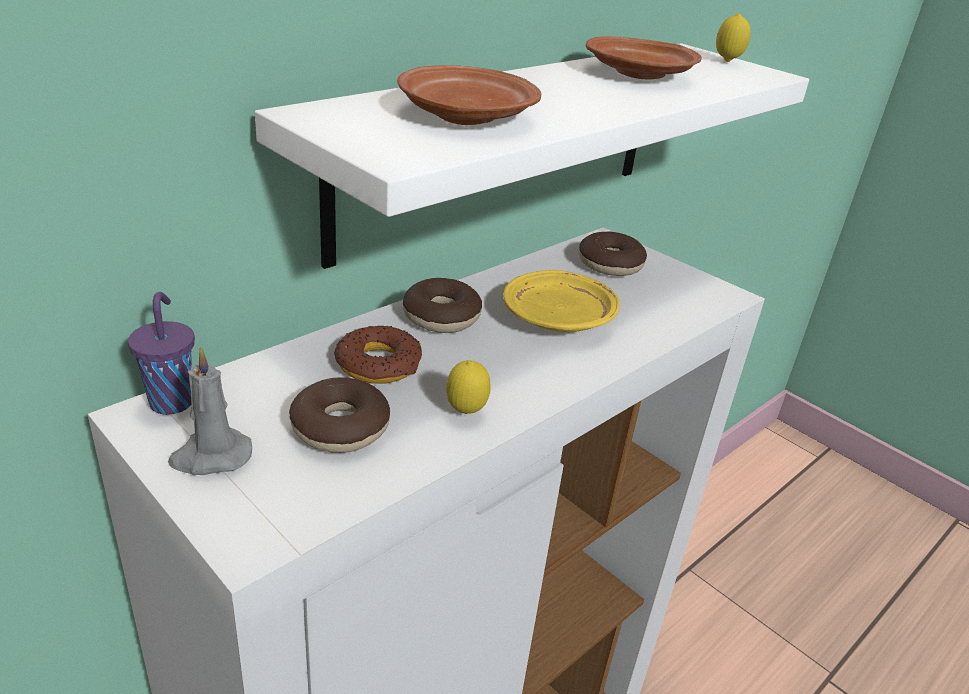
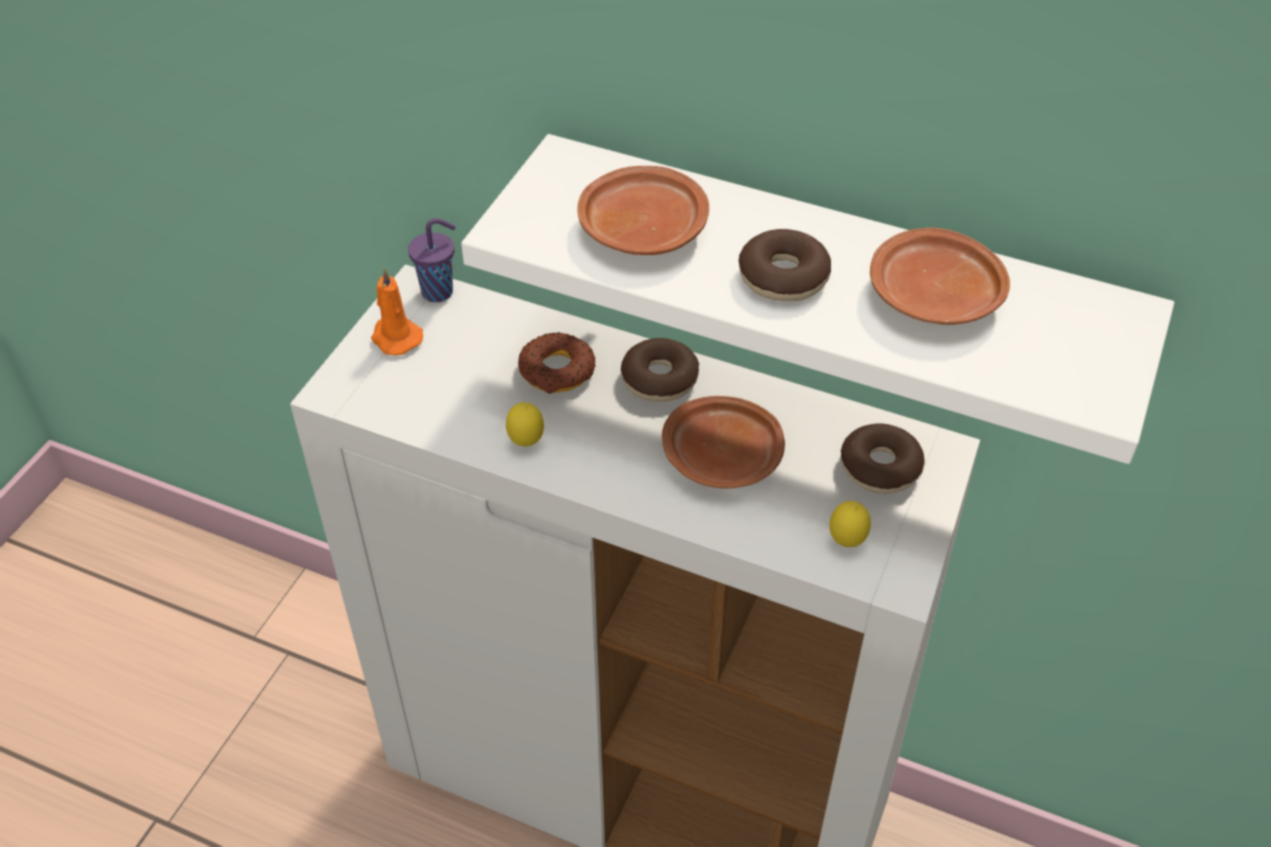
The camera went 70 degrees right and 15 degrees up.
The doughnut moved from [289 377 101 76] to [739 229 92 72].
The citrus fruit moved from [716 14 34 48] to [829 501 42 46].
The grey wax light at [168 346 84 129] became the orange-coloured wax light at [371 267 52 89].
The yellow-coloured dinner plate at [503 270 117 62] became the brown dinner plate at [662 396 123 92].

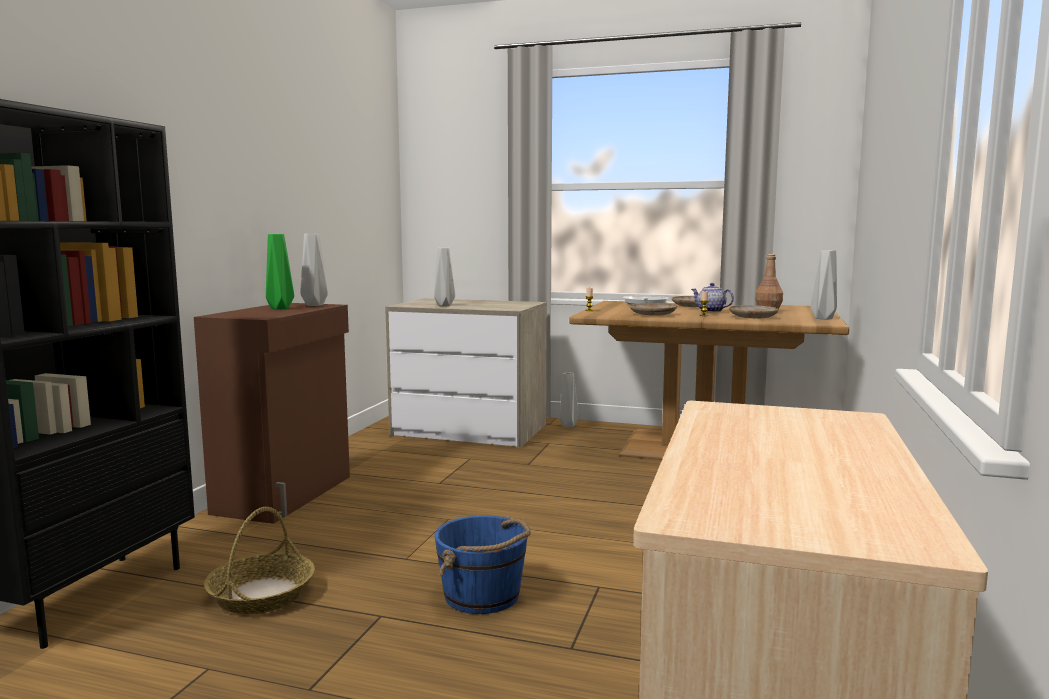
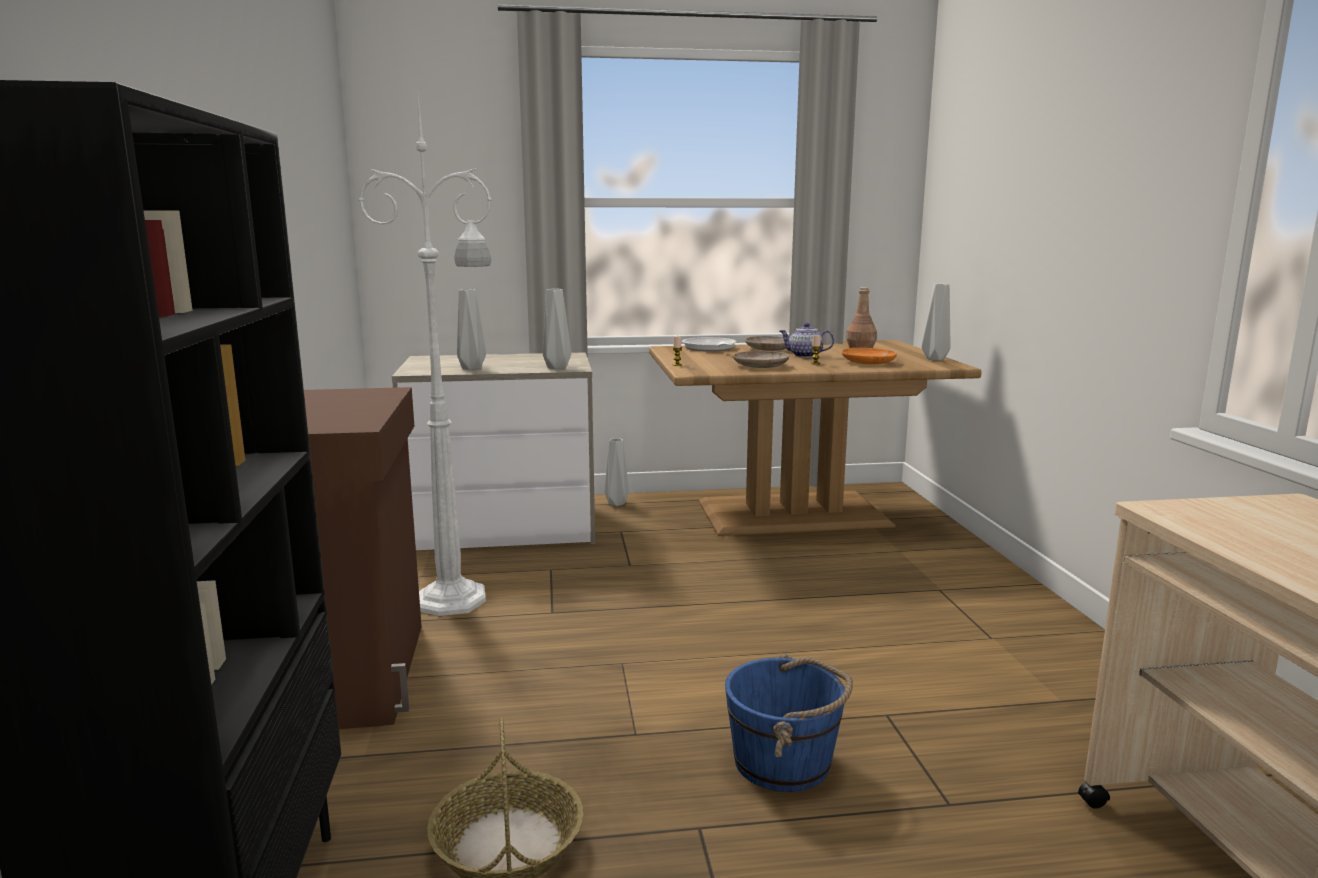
The camera went 25 degrees left and 5 degrees up.
The greenish decorative vase at [266 234 28 76] disappeared.
The whitish standing lamp at [358 85 134 531] appeared.
The grey decorative vase moved from [300 234 28 72] to [543 289 28 80].
The sand-coloured dinner plate at [729 305 49 14] became the orange-coloured dinner plate at [842 348 55 16].

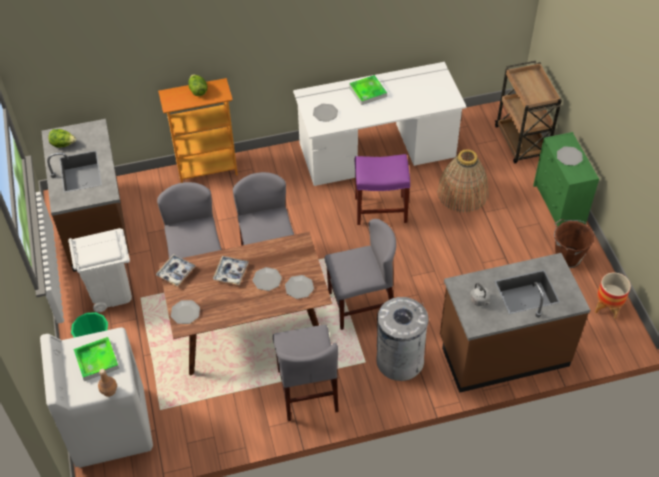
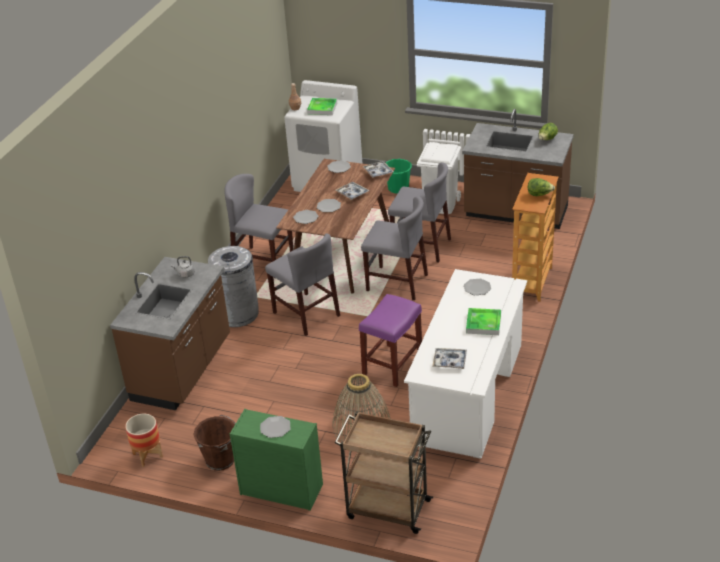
The camera went 125 degrees right and 15 degrees down.
The serving tray at [432 348 35 21] appeared.
The grey upright chair at [325 219 71 111] turned 60 degrees counterclockwise.

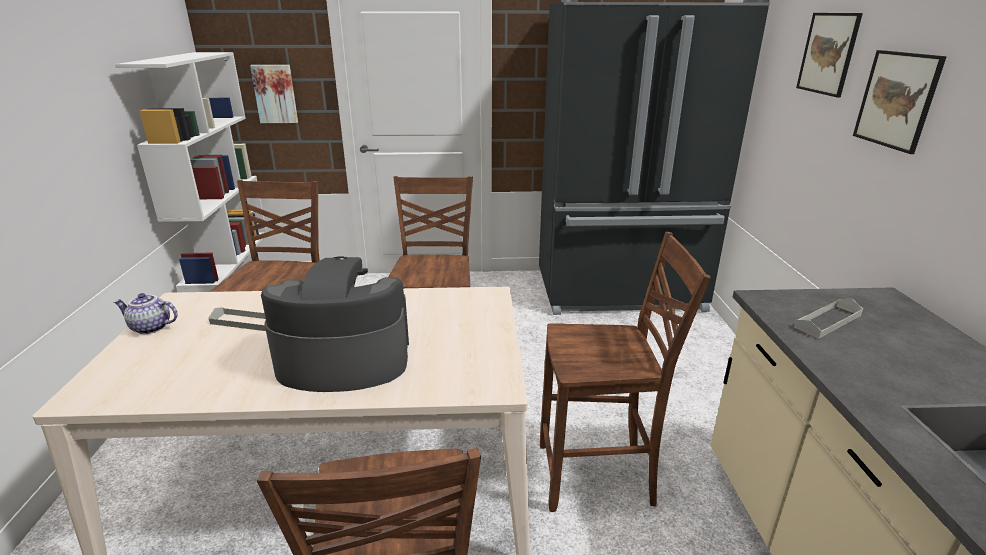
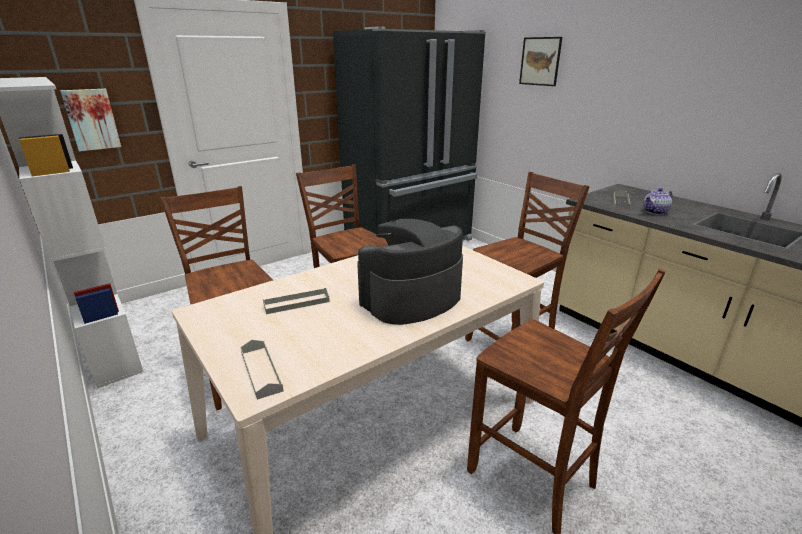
The camera went 35 degrees left and 0 degrees up.
The wall picture at [853 50 94 104] disappeared.
The grey serving tray at [240 340 44 60] appeared.
The tea pot moved from [114 293 64 41] to [643 188 29 27].

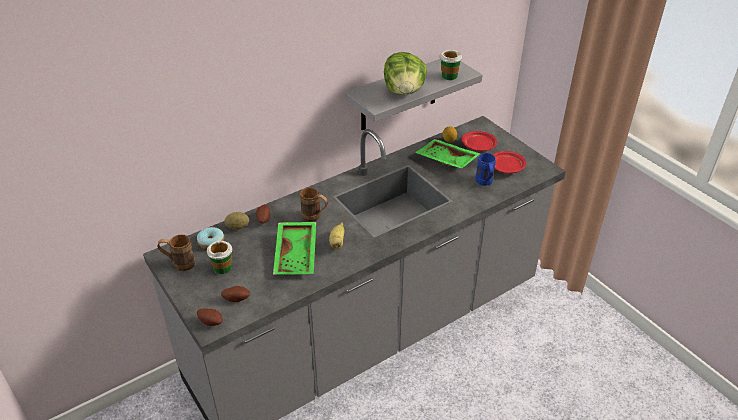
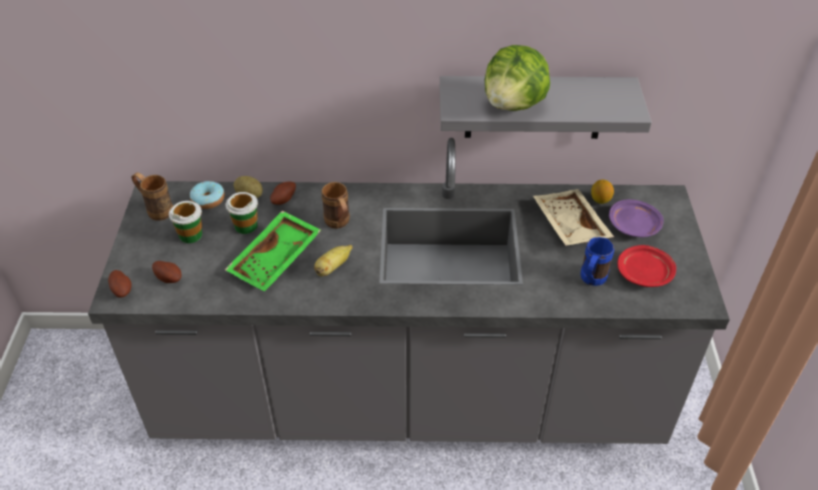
The camera went 35 degrees right and 5 degrees up.
The cup moved from [440 50 22 30] to [225 192 33 42].
The greenish serving tray at [415 139 65 30] became the sand-coloured serving tray at [533 189 81 57].
The reddish dinner plate at [462 131 35 20] became the purple dinner plate at [609 199 55 38].

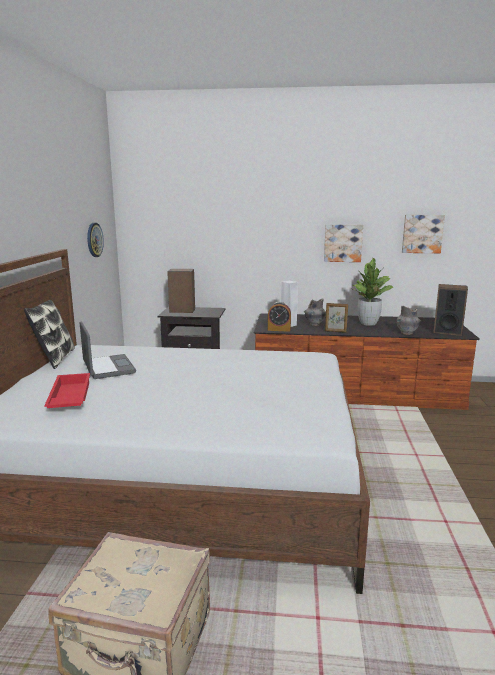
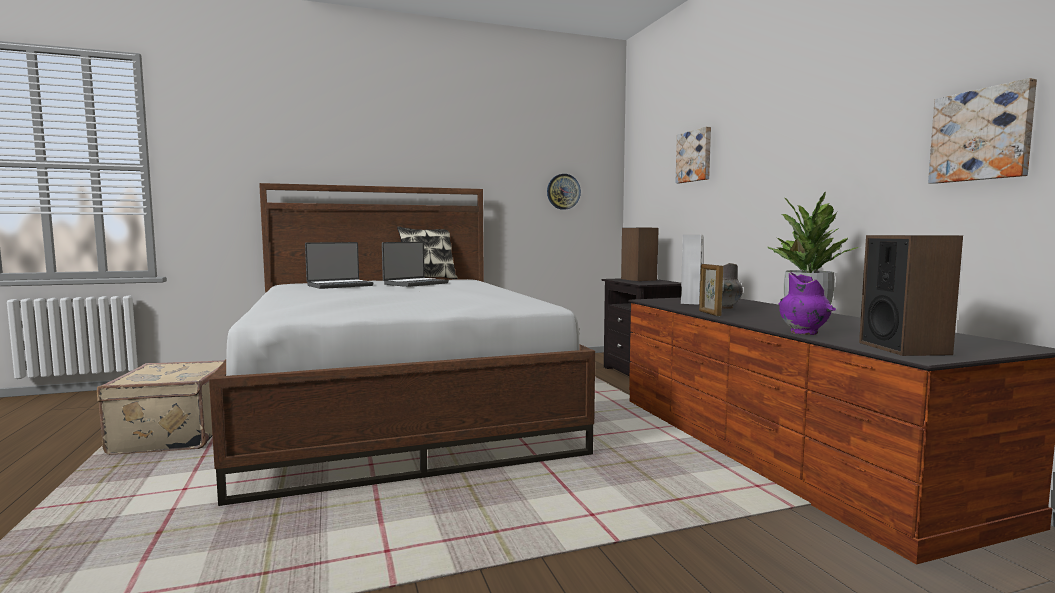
The camera went 65 degrees right and 10 degrees down.
The bedside clock at [268 302 23 30] disappeared.
The wall picture moved from [324 224 39 38] to [675 127 36 56].
The reddish serving tray at [44 373 46 35] was replaced by the laptop at [305 242 68 47].
The grey decorative vase at [396 306 24 29] became the purple decorative vase at [779 272 57 63].

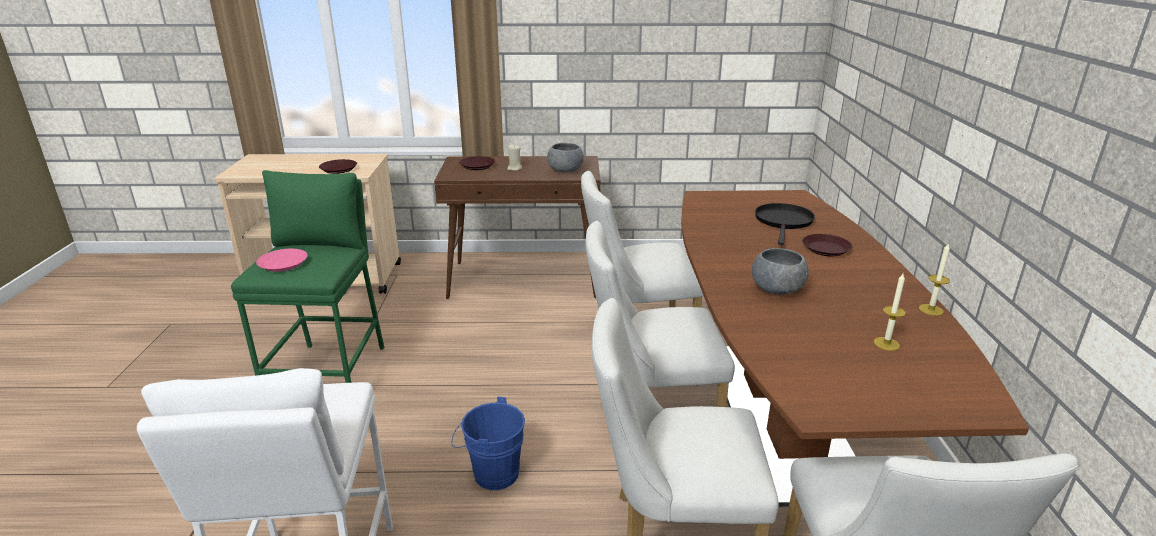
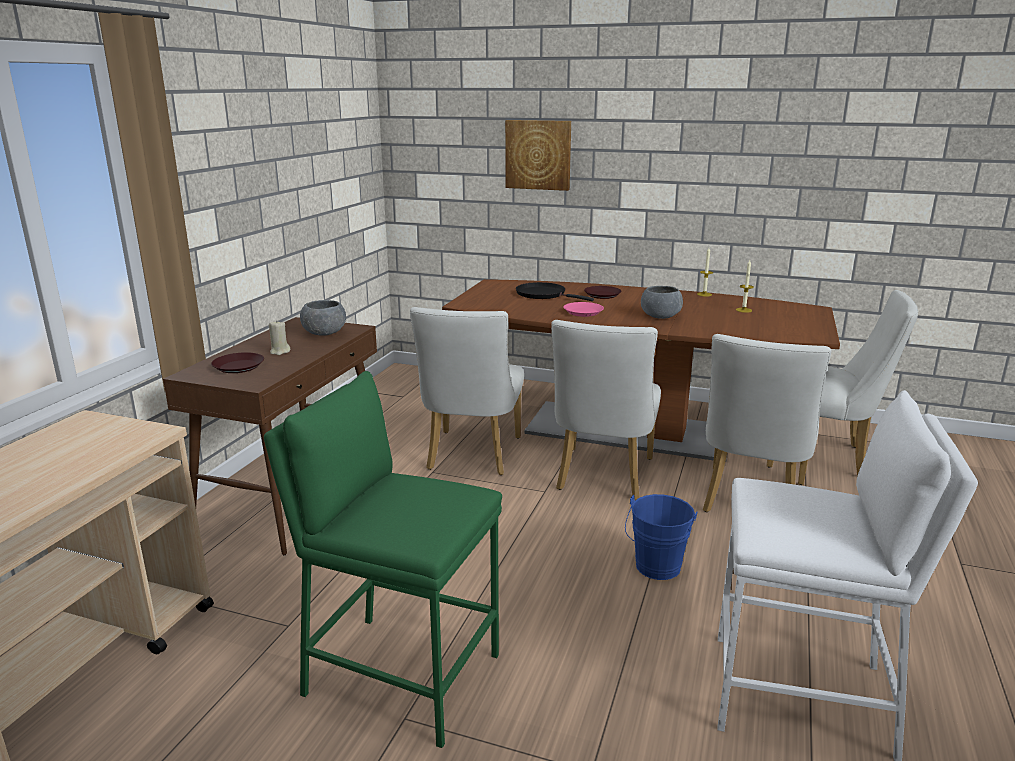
The camera went 70 degrees left and 5 degrees down.
The brown dinner plate at [319 159 38 15] disappeared.
The wall picture at [505 120 66 71] appeared.
The pink-coloured dinner plate moved from [256 249 51 23] to [563 302 41 15].

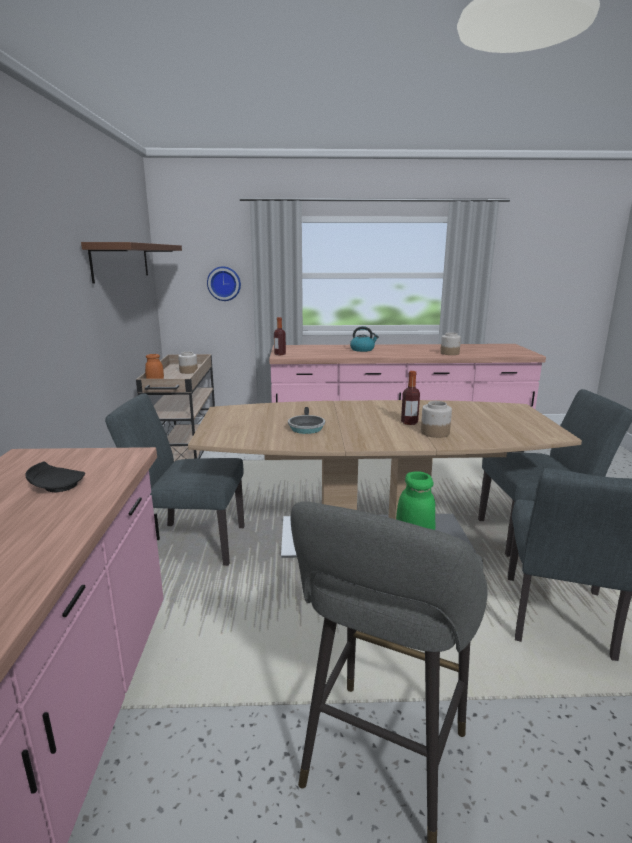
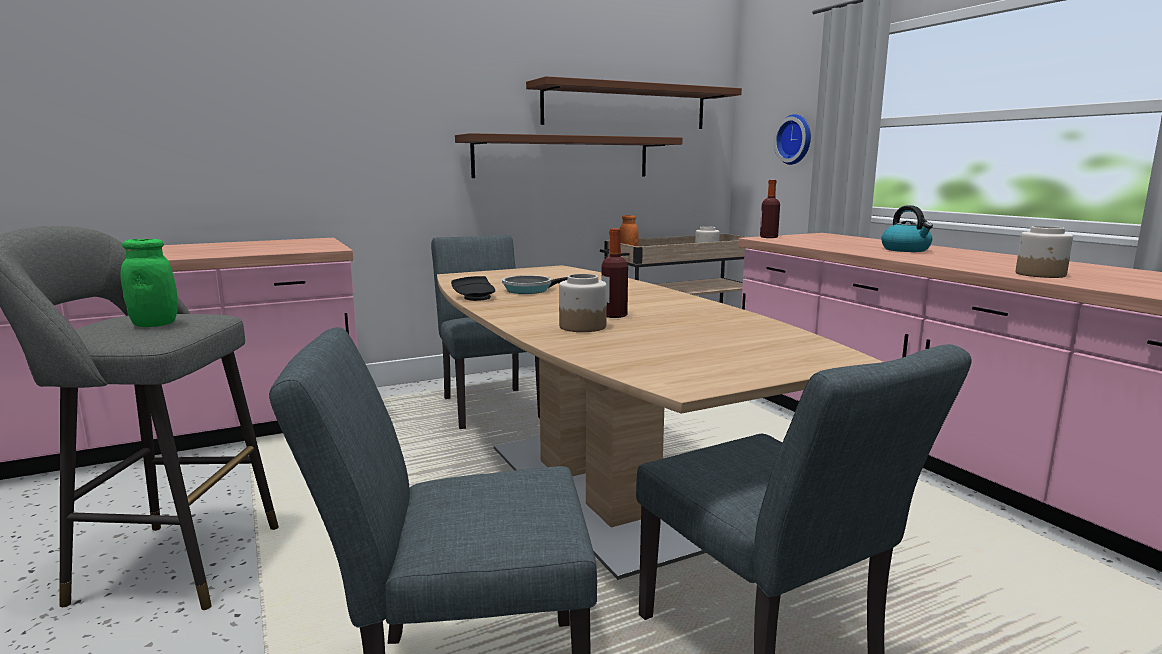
The camera went 65 degrees right and 5 degrees down.
The brown wall shelf at [455 133 228 45] appeared.
The black-coloured dinner plate moved from [25 461 60 31] to [451 276 44 25].

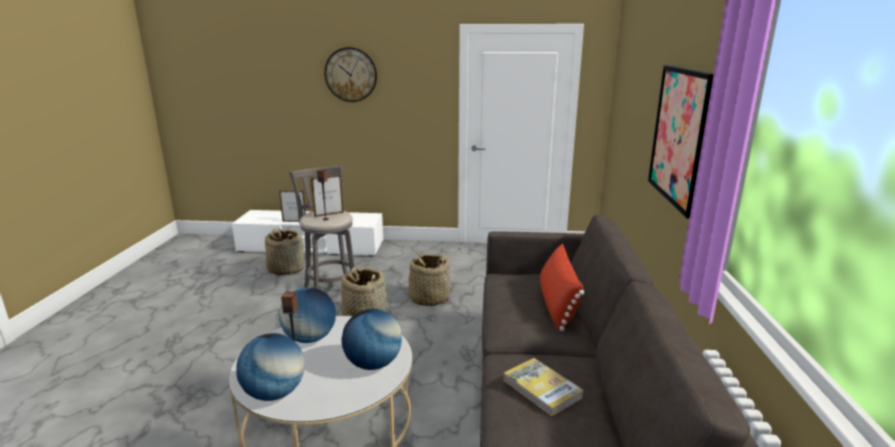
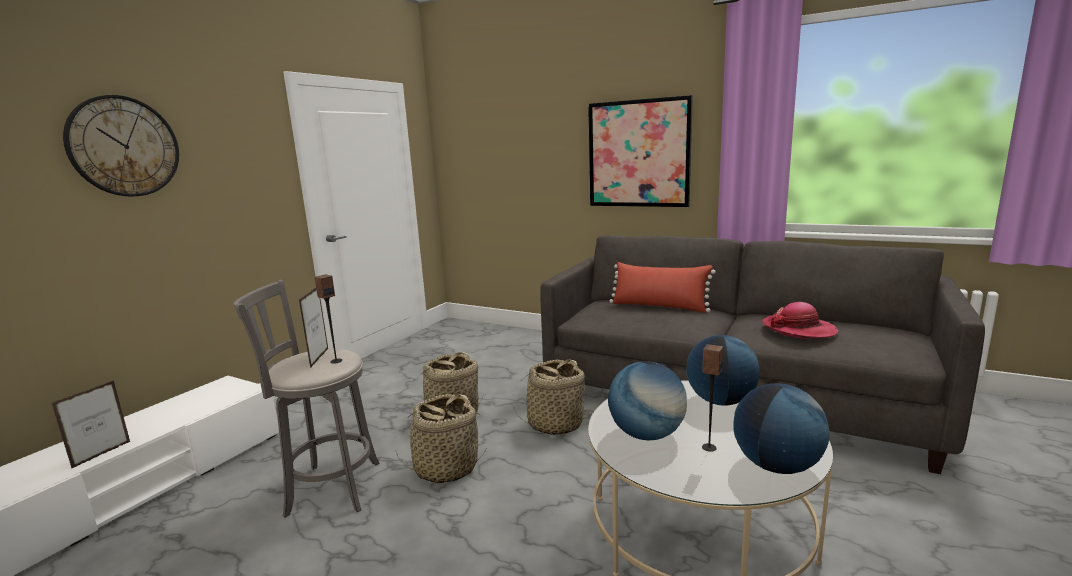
The camera went 65 degrees left and 5 degrees down.
The storage basket moved from [265 228 40 47] to [513 359 78 76].
The volume at [503 358 80 58] was replaced by the clothing hat at [762 302 77 37].

